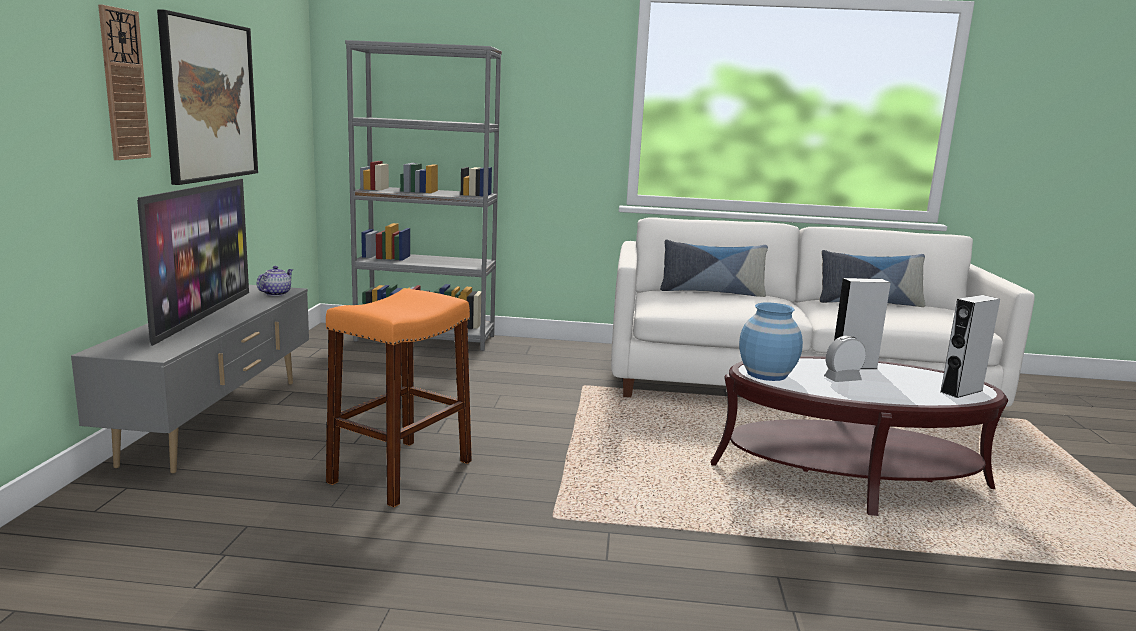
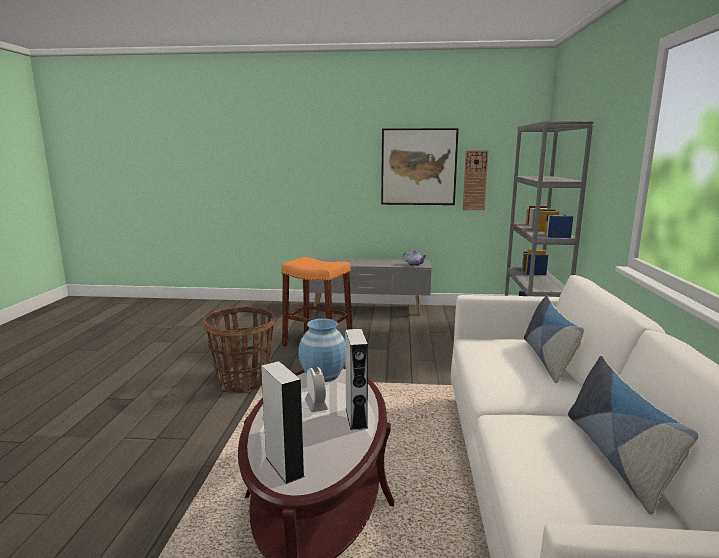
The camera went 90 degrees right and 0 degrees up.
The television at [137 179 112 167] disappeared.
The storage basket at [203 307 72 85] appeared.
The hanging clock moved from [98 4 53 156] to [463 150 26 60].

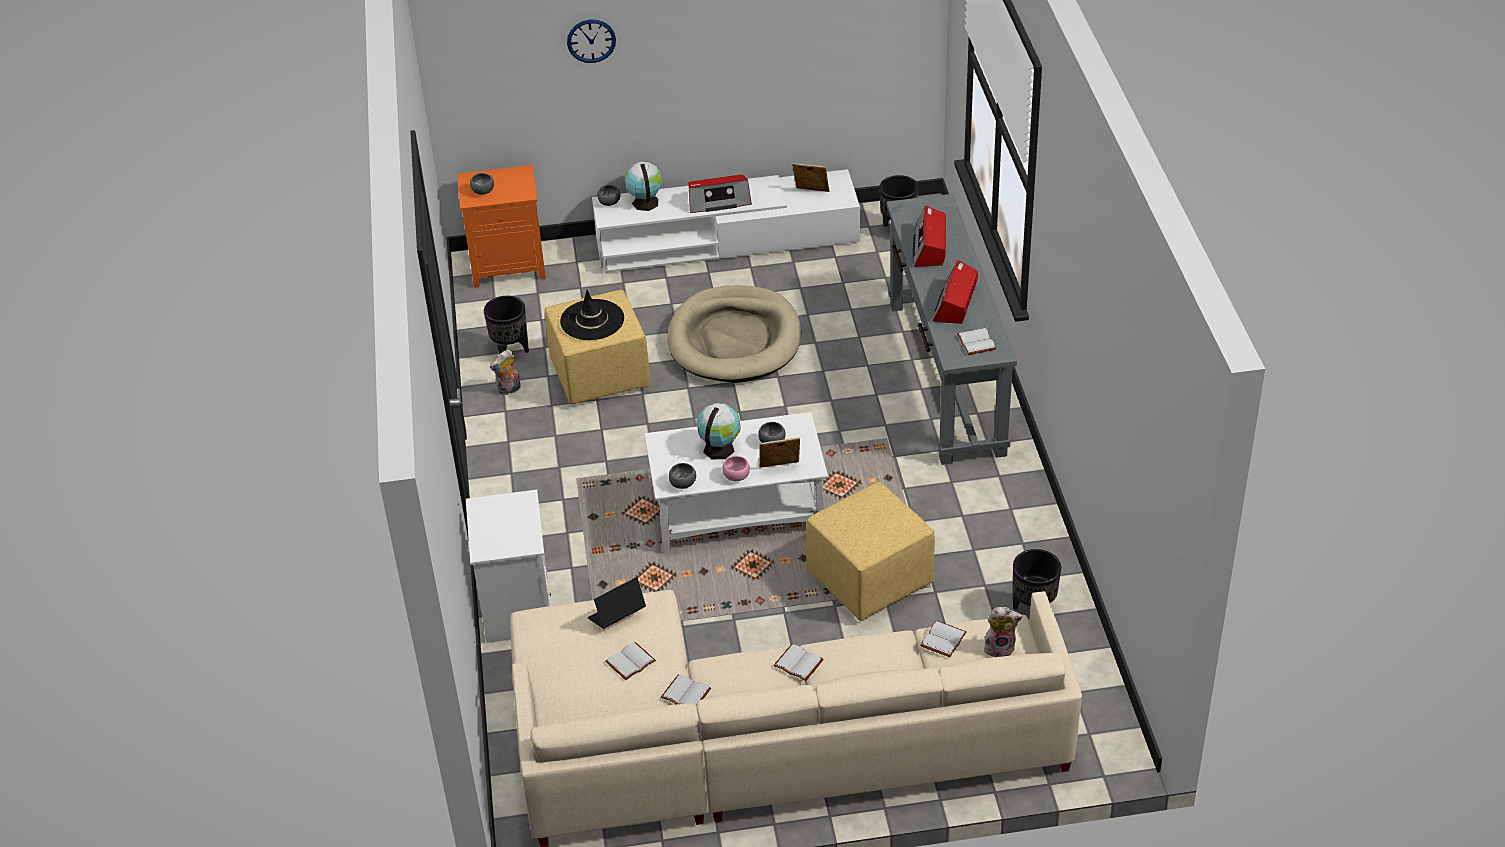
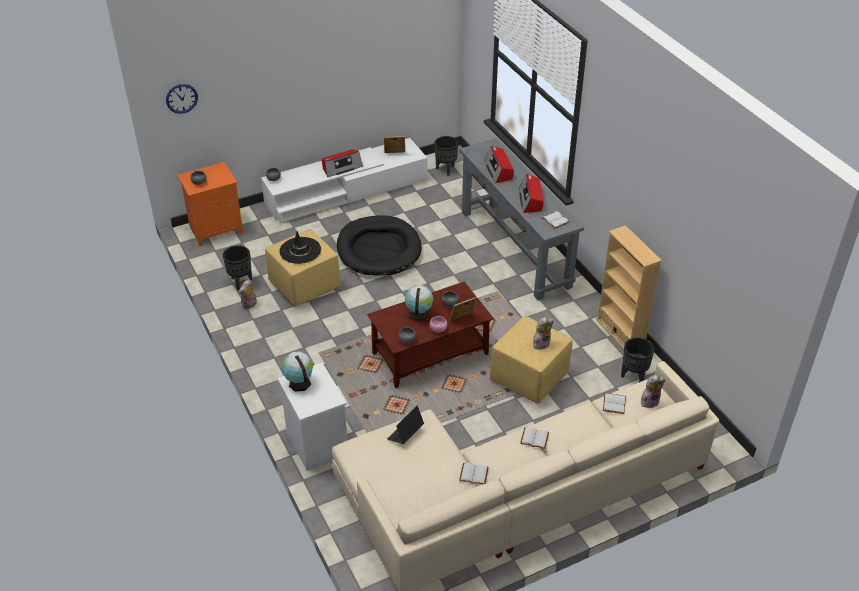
The camera went 20 degrees left and 0 degrees up.
The whitish volume at [605 642 51 38] disappeared.
The cuddly toy at [533 317 21 33] appeared.
The sand-coloured bookcase at [596 225 66 125] appeared.
The hanging clock moved from [567 20 49 43] to [166 84 32 30].
The desk globe moved from [625 161 38 50] to [281 351 32 41].
The whitish coffee table at [644 412 184 142] became the brown coffee table at [367 282 127 106].
The sand-coloured dog cushion at [667 285 134 97] became the black-coloured dog cushion at [337 215 85 61].

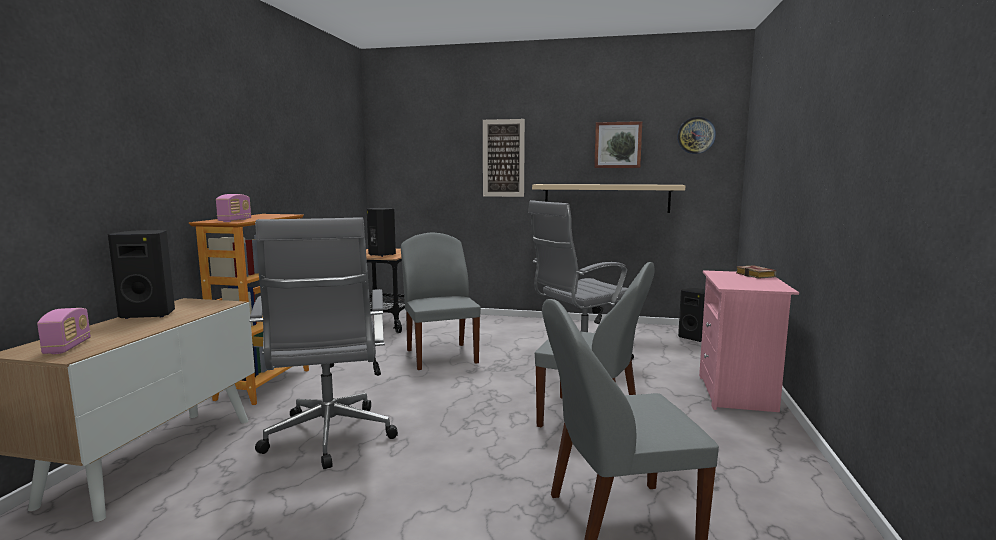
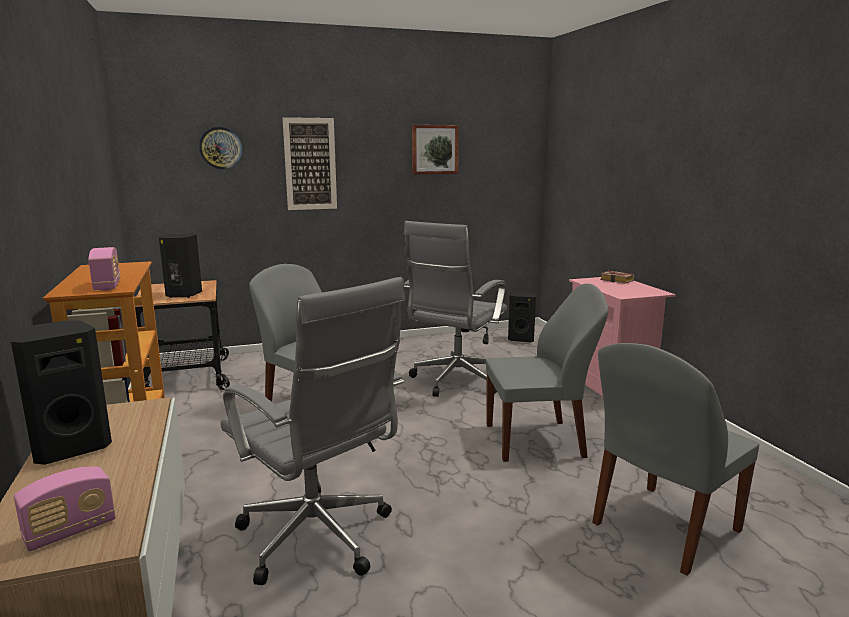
The camera went 30 degrees left and 5 degrees up.
The sand-coloured wall shelf at [532 184 153 29] disappeared.
The hanging clock moved from [677 117 39 37] to [199 127 44 42].
The radio set at [37 308 54 46] turned 90 degrees clockwise.

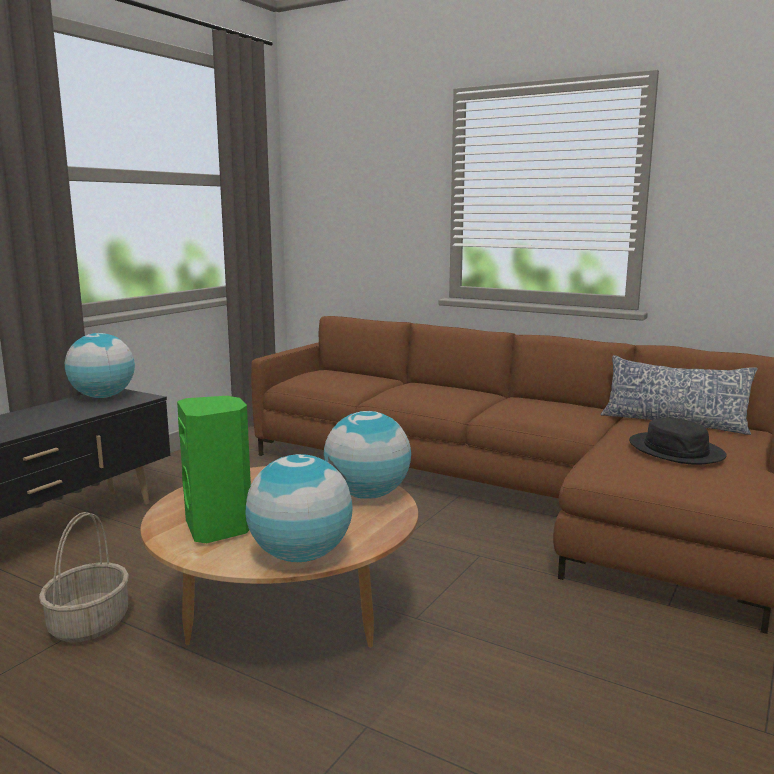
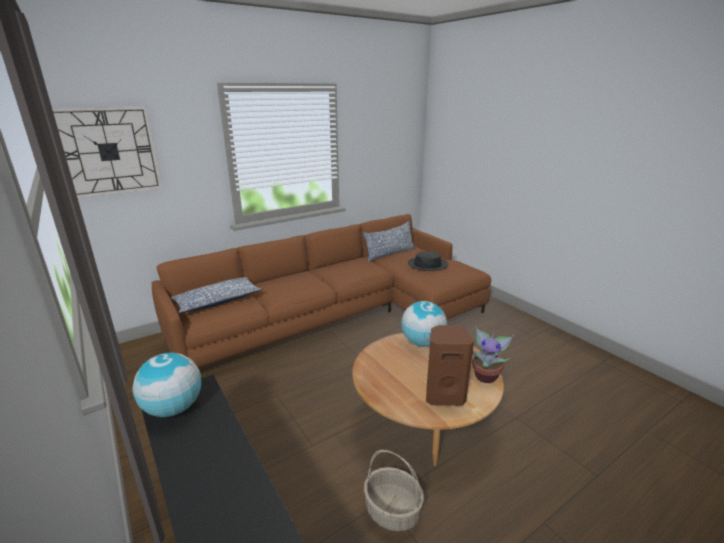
The camera went 65 degrees left and 10 degrees up.
The hanging clock at [52 106 110 92] appeared.
The throw pillow at [171 277 91 36] appeared.
The desk globe at [246 454 107 108] was replaced by the plant in a pot at [472 326 43 57].
The greenish audio speaker at [177 396 74 147] became the brown audio speaker at [426 325 48 81].

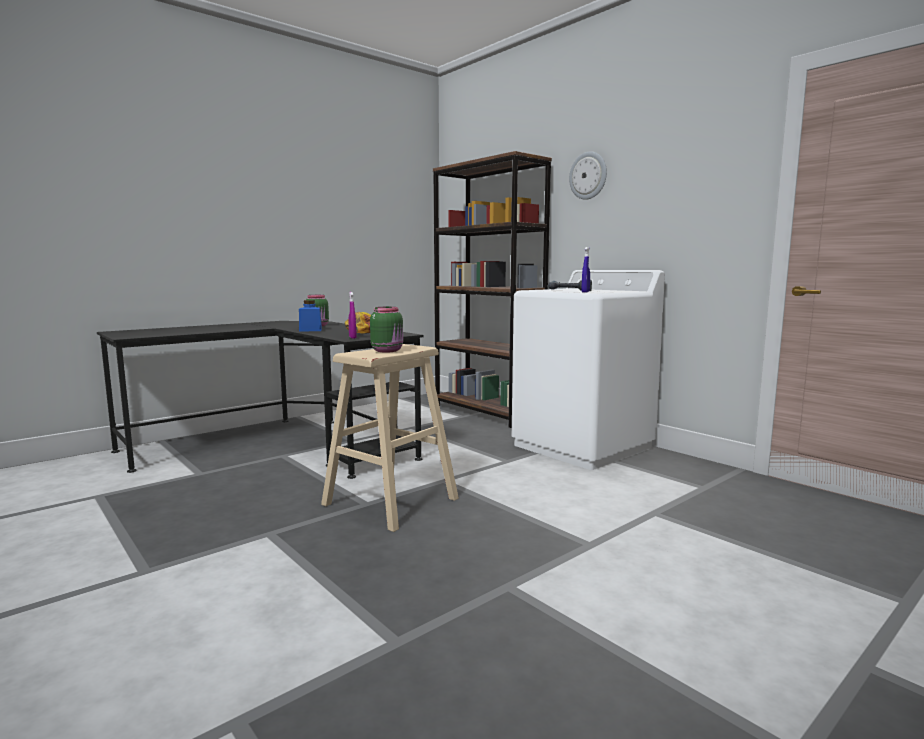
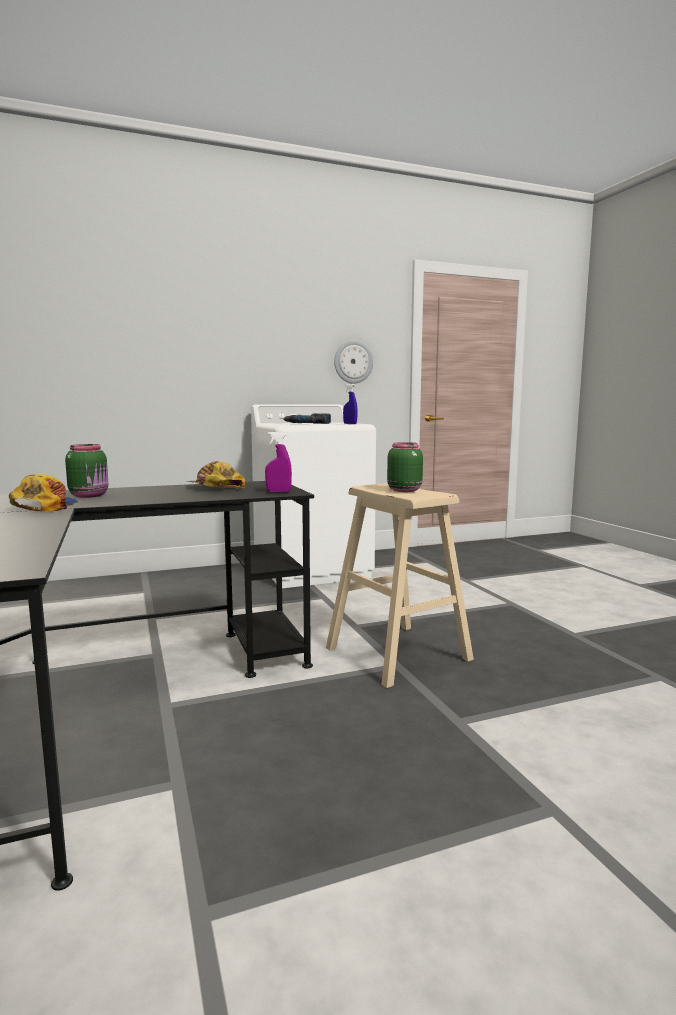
The camera went 70 degrees left and 0 degrees up.
The bluish preserve jar at [299 300 23 32] disappeared.
The brown bookcase at [433 151 119 277] disappeared.
The cap at [9 474 69 38] appeared.
The hanging clock moved from [569 151 38 49] to [334 340 39 43].

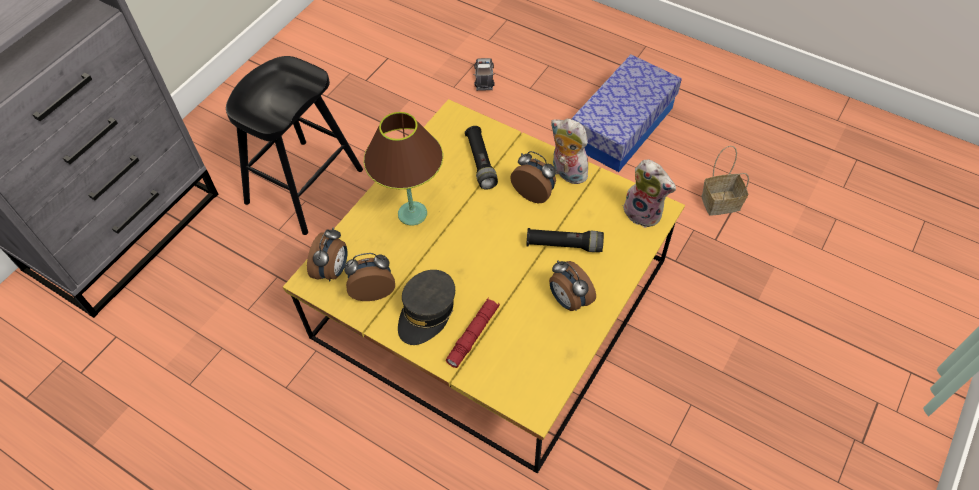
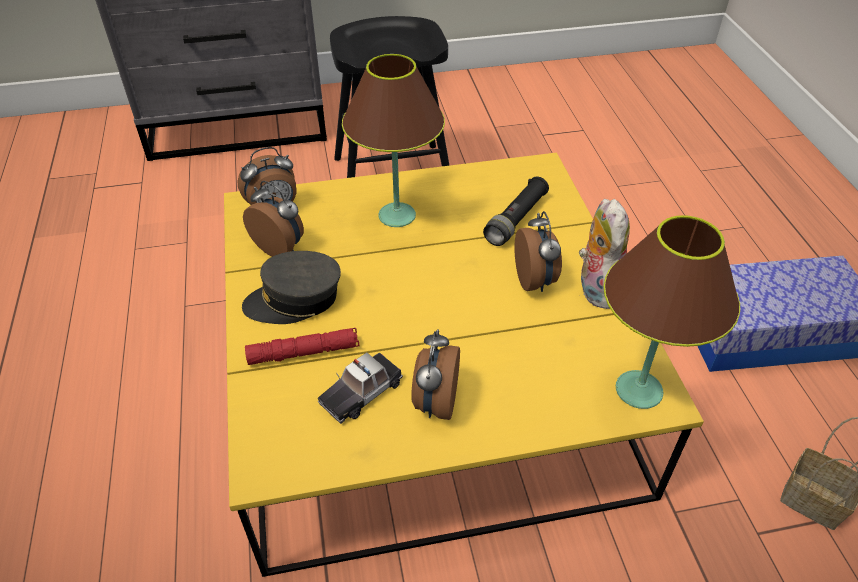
The camera went 45 degrees right and 10 degrees down.
The black-coloured flashlight at [526 228 78 24] disappeared.
The toy car moved from [473 58 22 33] to [318 352 85 72].
The cuddly toy at [623 159 53 69] was replaced by the brown tabletop lamp at [604 215 136 194].

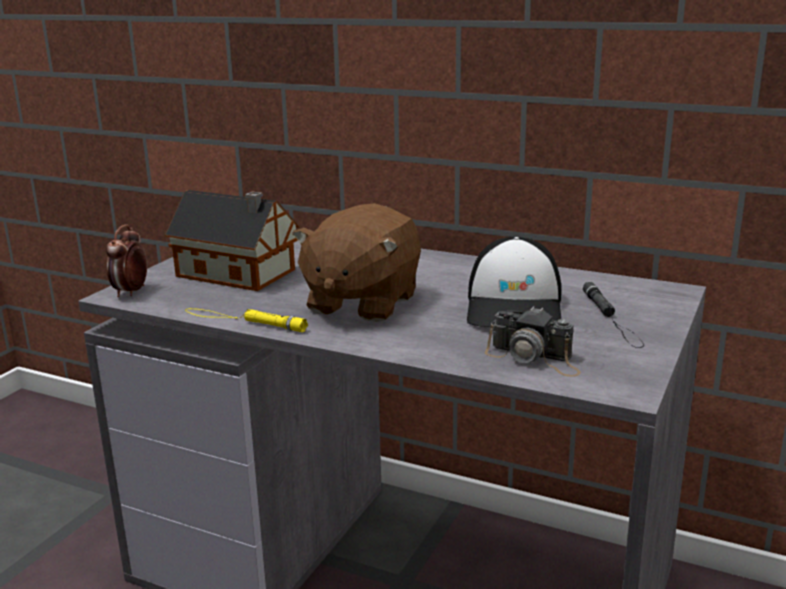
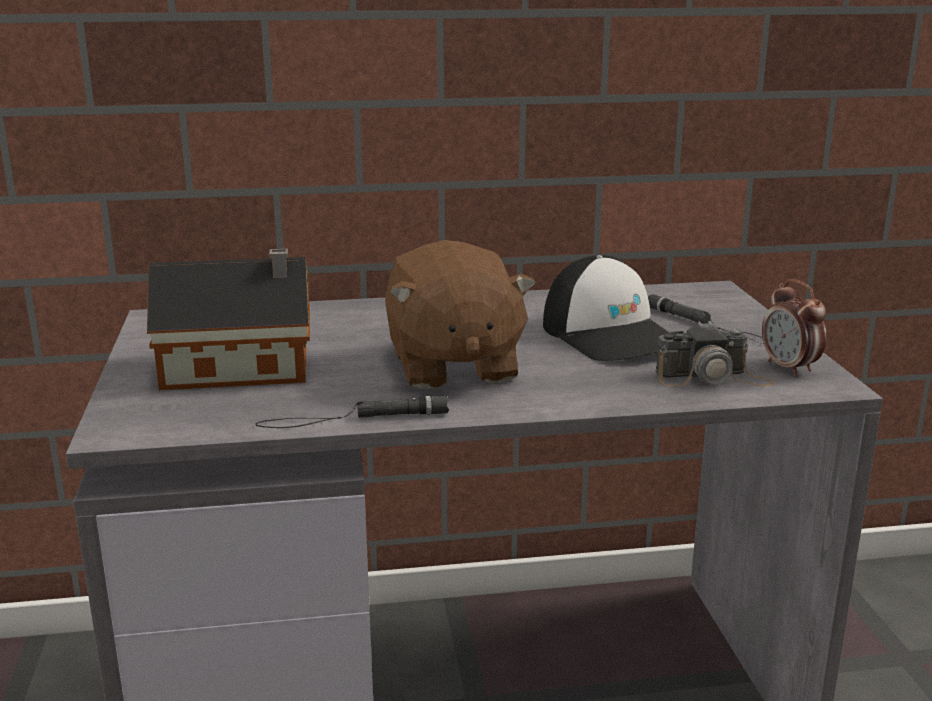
The camera went 35 degrees left and 0 degrees up.
The bedside clock moved from [106 224 41 73] to [762 279 65 98].
The yellow-coloured flashlight at [185 308 123 24] became the black-coloured flashlight at [255 395 194 33].

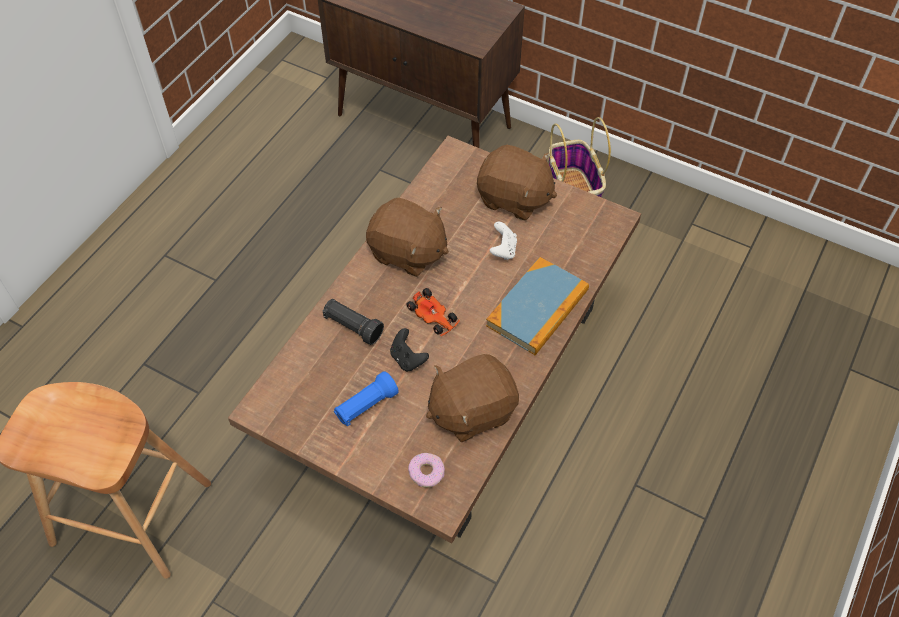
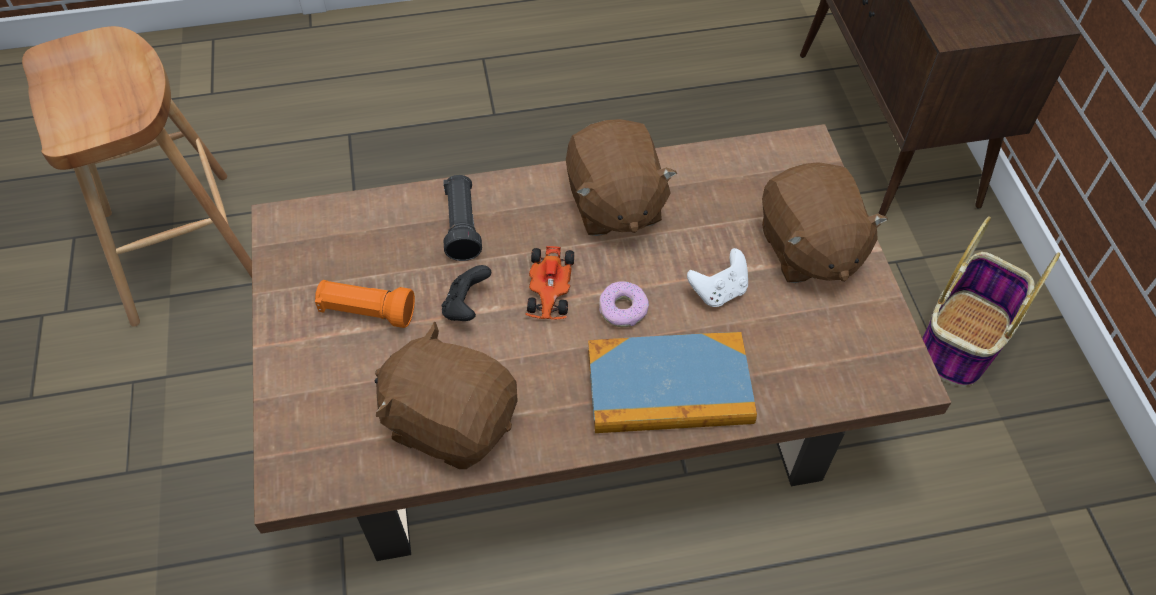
The camera went 50 degrees right and 0 degrees up.
The doughnut moved from [408 453 37 35] to [599 281 50 46].
The bluish flashlight at [334 371 65 55] became the orange-coloured flashlight at [315 280 100 48].

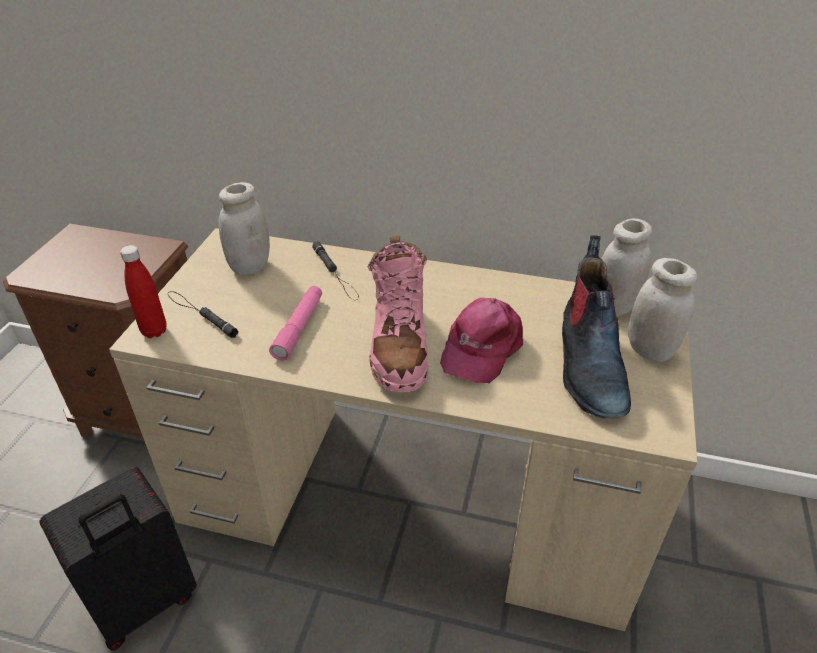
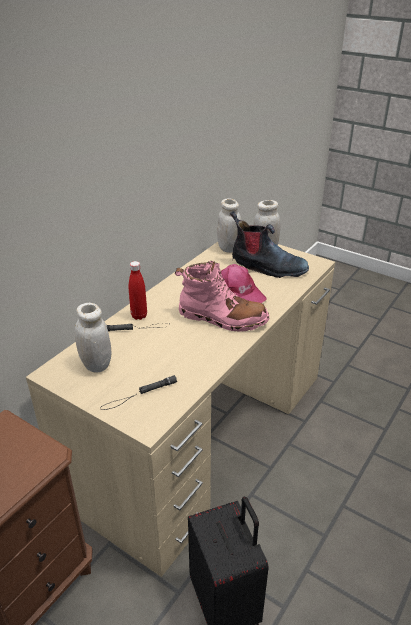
The camera went 70 degrees left and 5 degrees down.
The pink-coloured flashlight at [269 286 53 75] disappeared.
The reddish drink bottle moved from [120 245 47 93] to [129 261 18 59].

